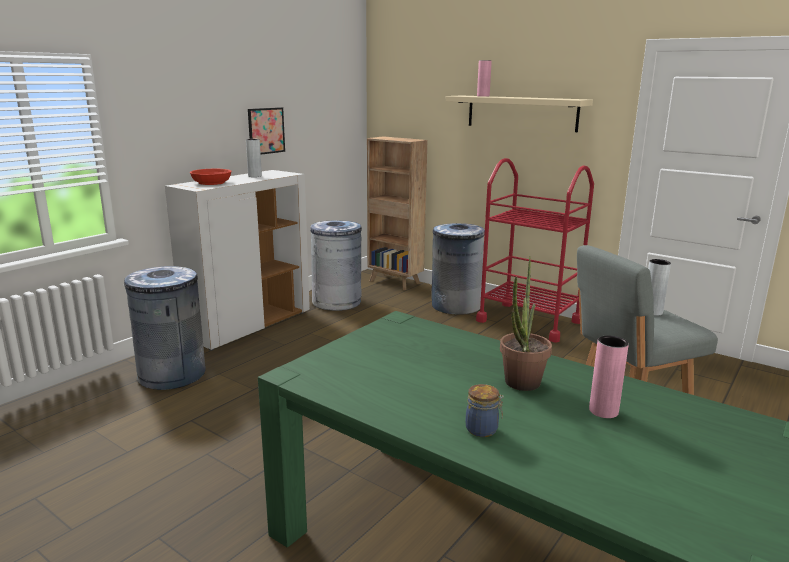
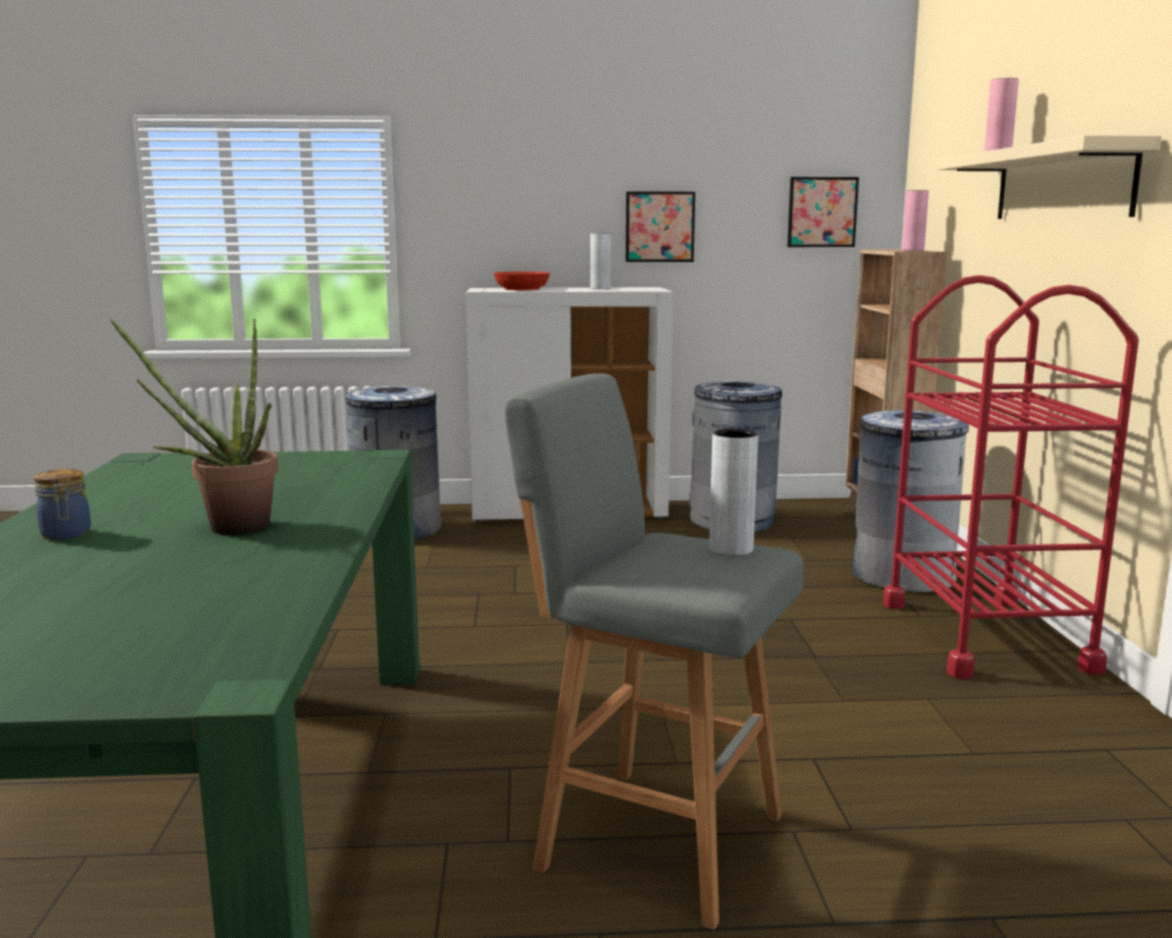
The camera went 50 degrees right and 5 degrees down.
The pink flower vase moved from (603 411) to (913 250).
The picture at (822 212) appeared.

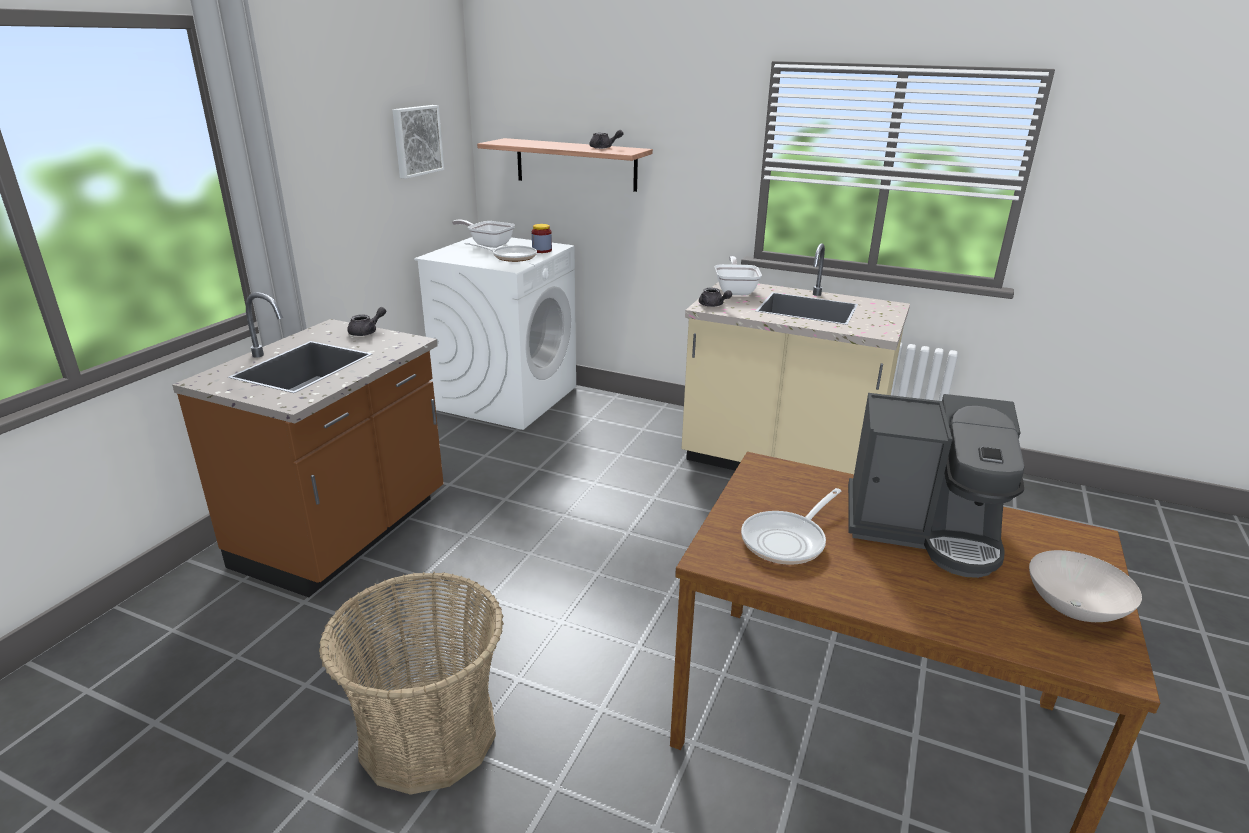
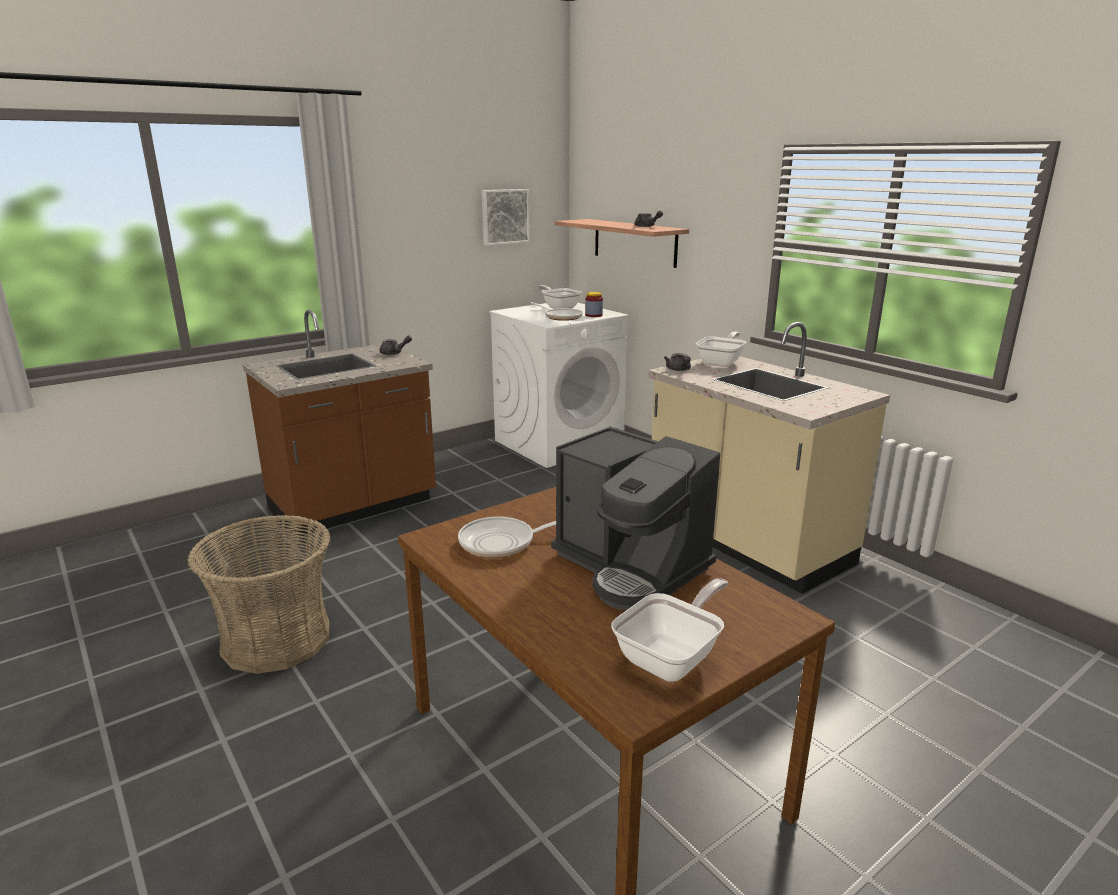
The camera went 30 degrees right and 5 degrees down.
The white serving bowl at (1075 609) was replaced by the pan at (673 657).

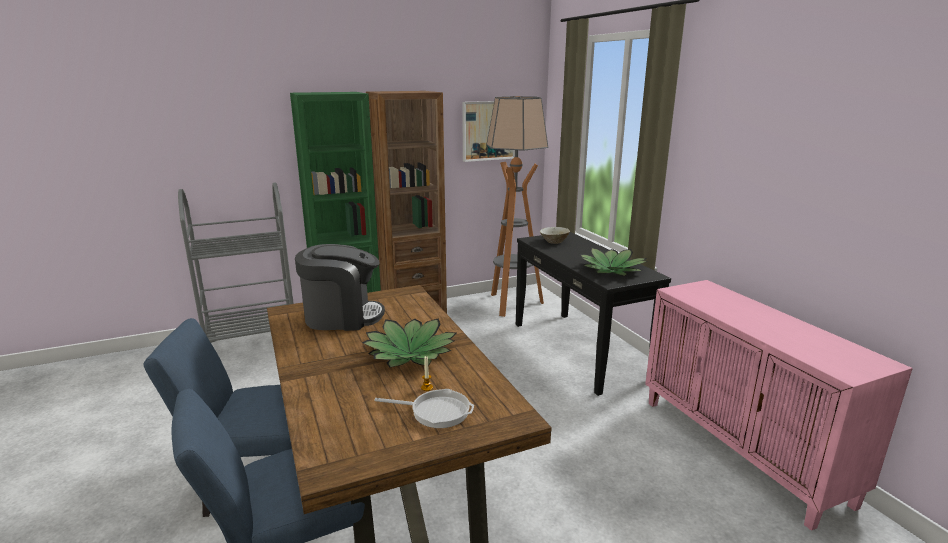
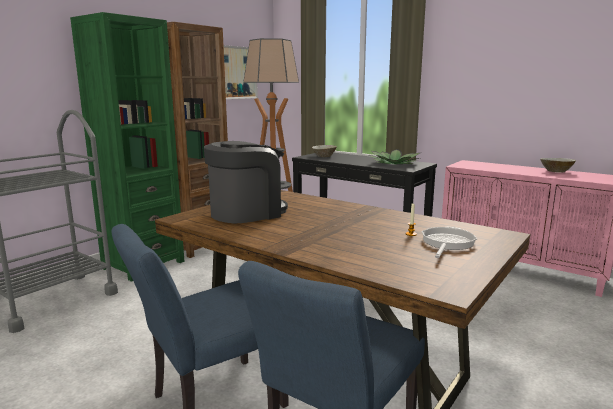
The camera went 30 degrees left and 5 degrees down.
The plant in a pot at (410 353) disappeared.
The pan at (436 411) turned 45 degrees counterclockwise.
The sand-coloured serving bowl at (556 171) appeared.

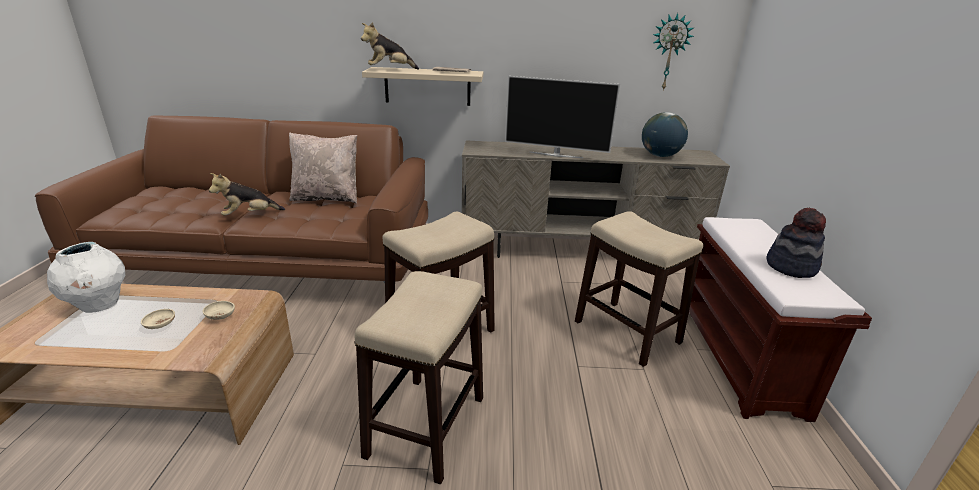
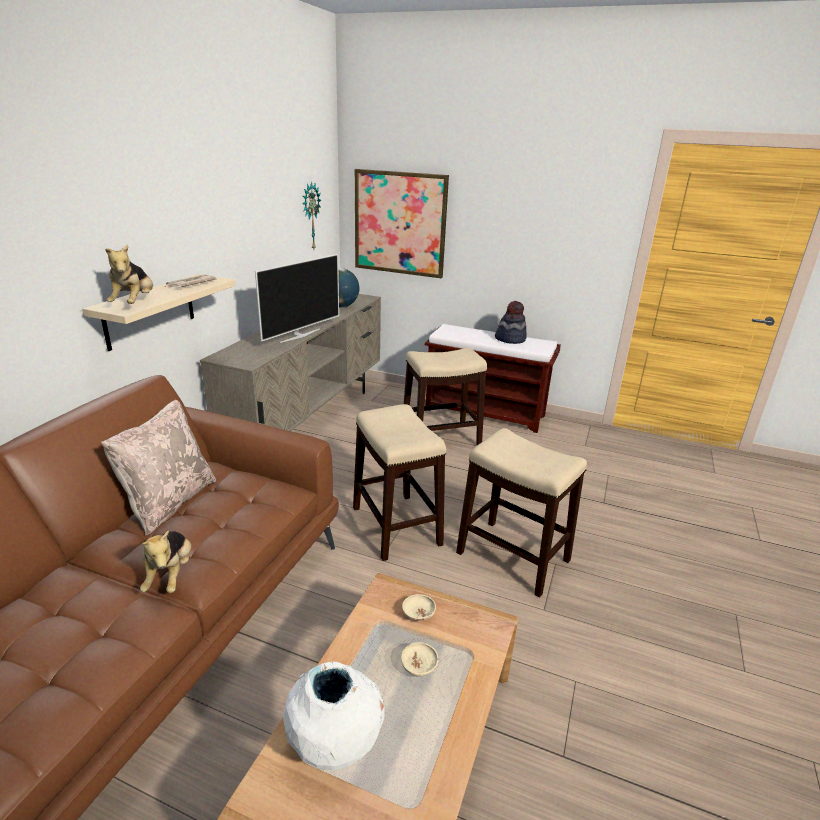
The camera went 70 degrees left and 0 degrees up.
The picture at (400 223) appeared.

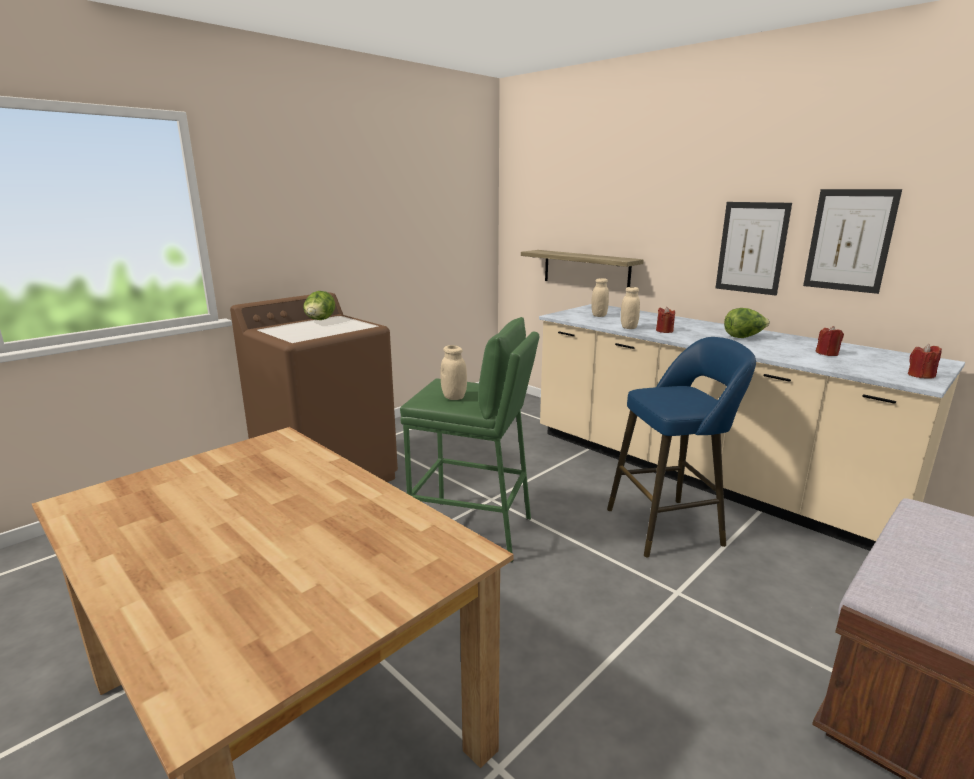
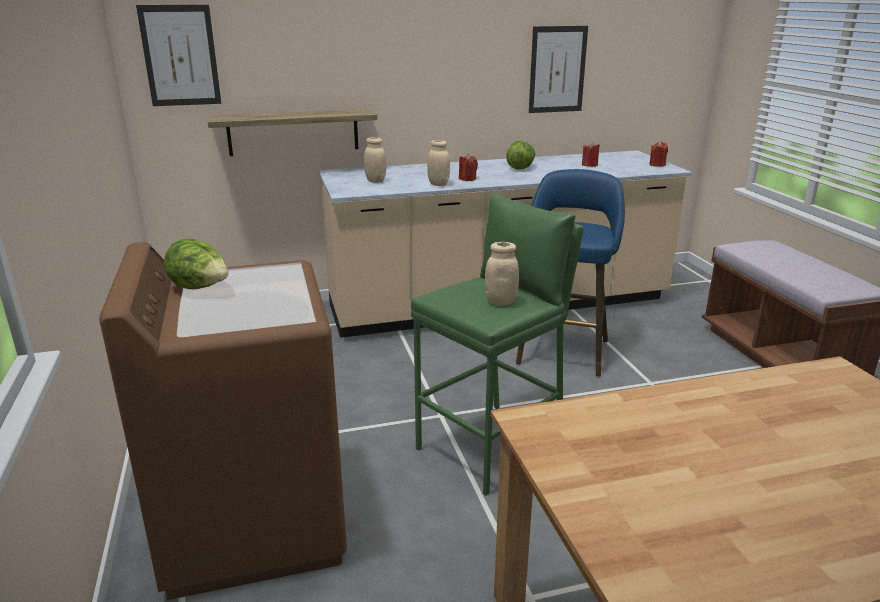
The camera went 60 degrees left and 5 degrees up.
The picture moved from (751 248) to (180 56).

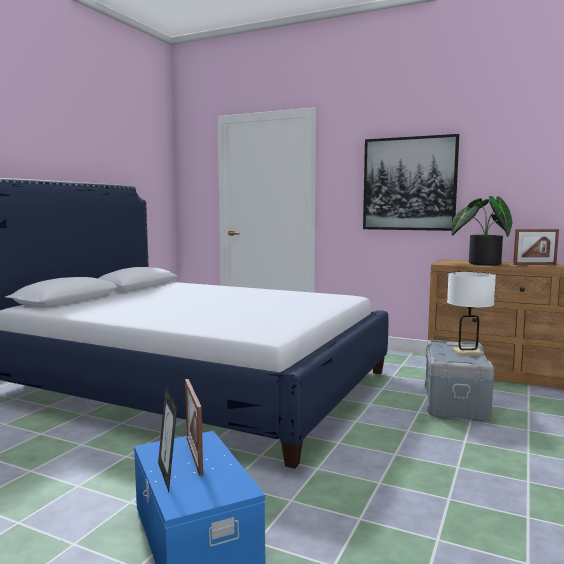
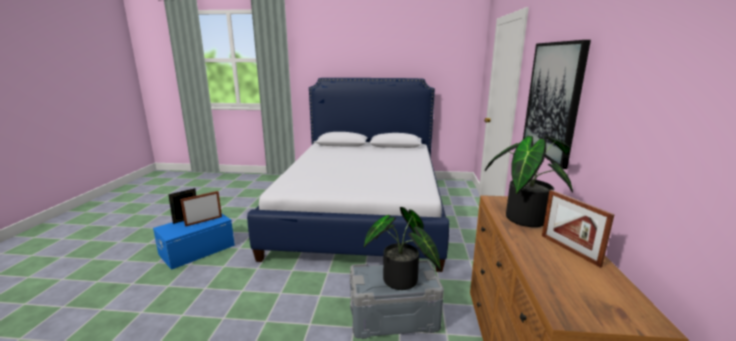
The camera went 70 degrees right and 10 degrees up.
The white tabletop lamp at (467 352) was replaced by the plant in a pot at (401 283).

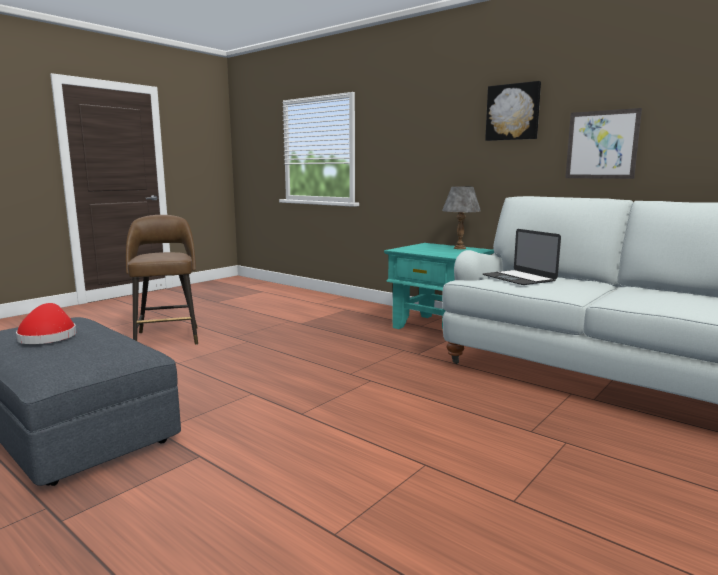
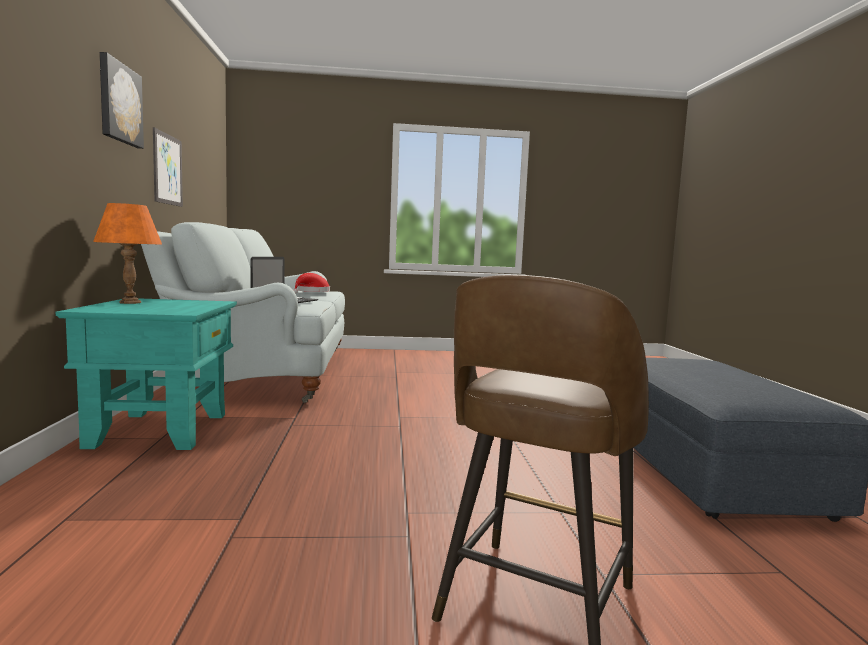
The camera went 135 degrees left and 5 degrees down.
The reddish hat moved from (48 336) to (312 292).
The grey tabletop lamp at (459 248) became the orange tabletop lamp at (130 302).

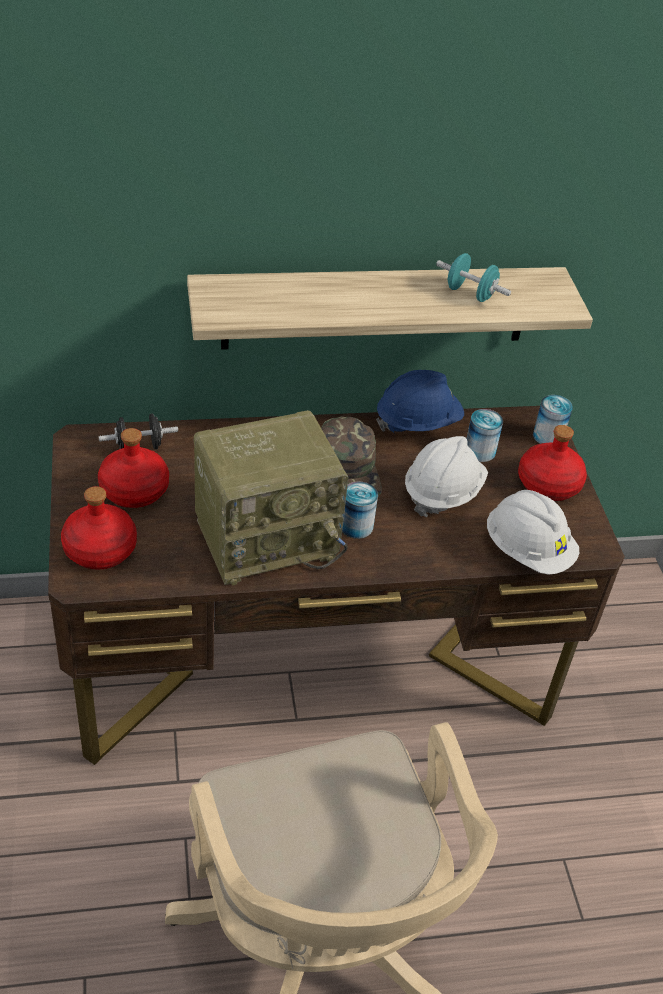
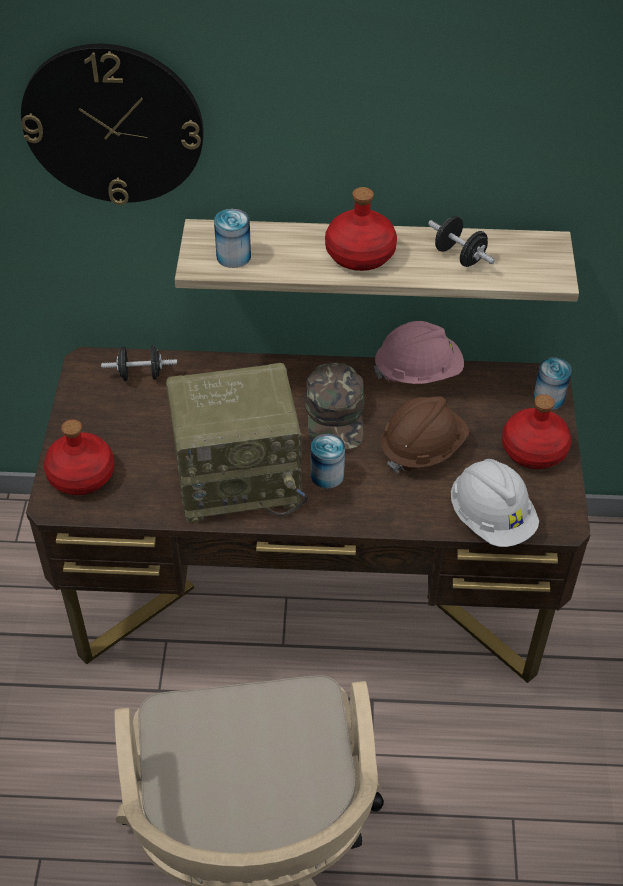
The camera went 15 degrees right and 5 degrees up.
The reddish drink bottle moved from (134 489) to (360 253).
The bluish hard hat at (417 422) became the pink hard hat at (418 372).
The white hard hat at (442 492) became the brownish hard hat at (422 448).
The turquoise-coloured hand weight at (470 293) became the blackish hand weight at (459 256).
The metal can moved from (480 451) to (233 256).
The clock on the wall at (113 124) appeared.

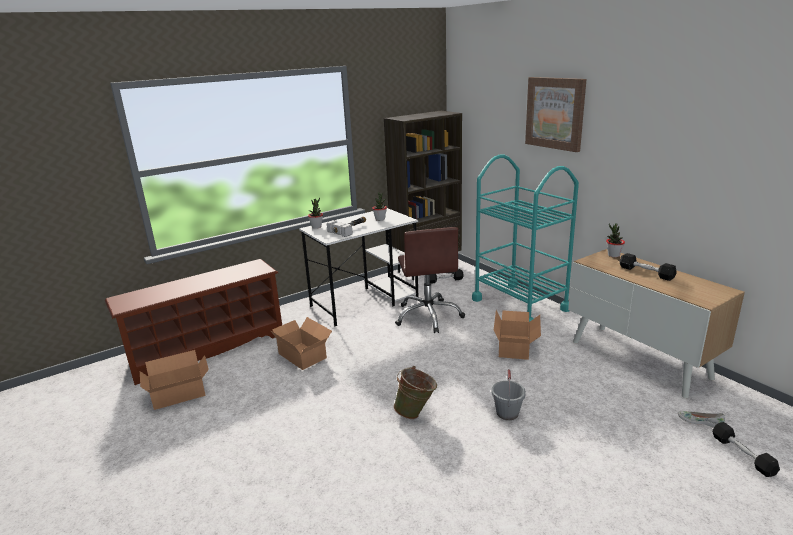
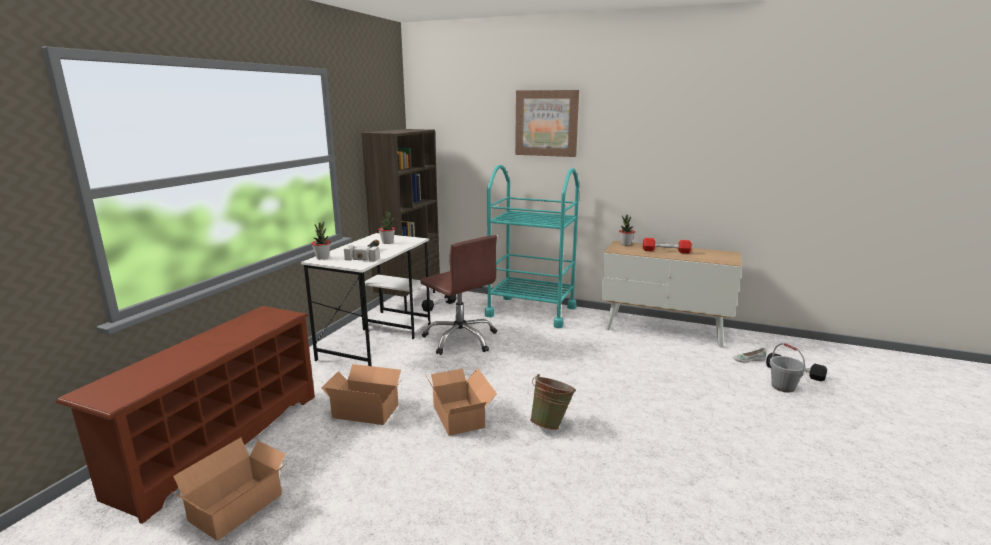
The camera went 35 degrees left and 5 degrees down.
The grey bucket moved from (507 413) to (783 387).
The cardboard box moved from (516 346) to (460 415).
The blackish hand weight at (646 272) became the reddish hand weight at (666 251).

